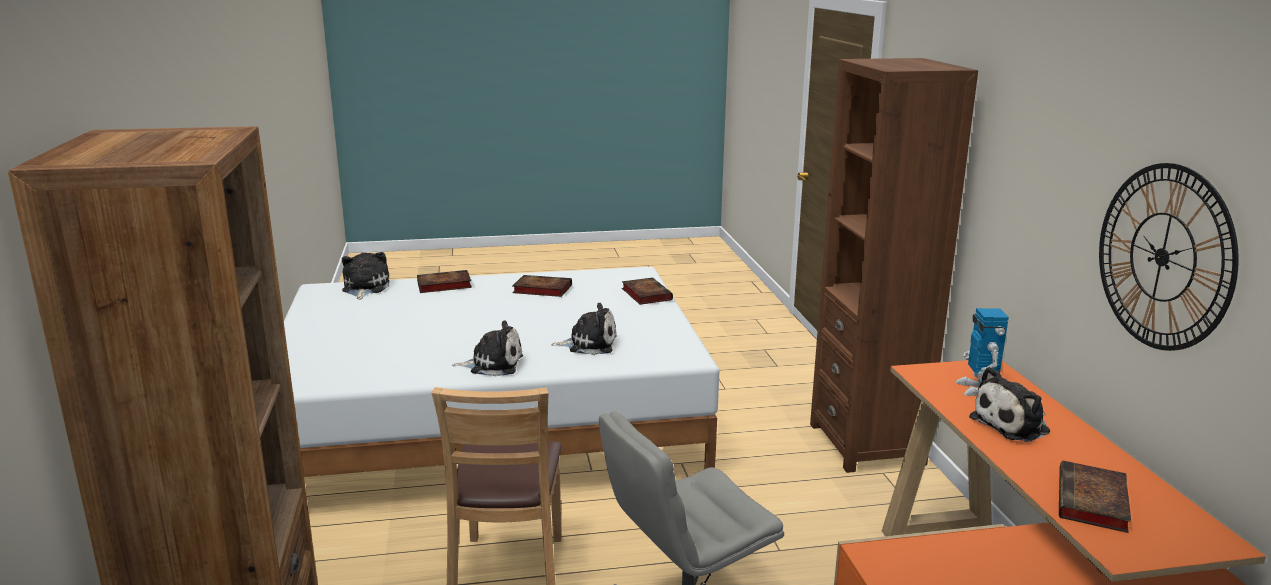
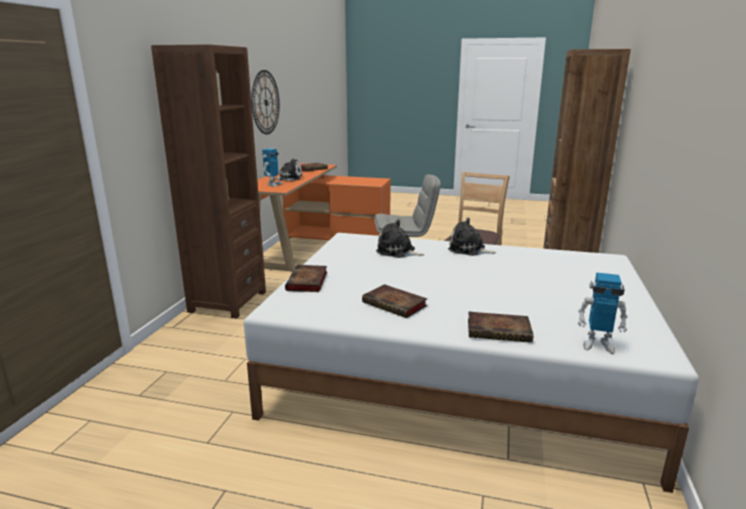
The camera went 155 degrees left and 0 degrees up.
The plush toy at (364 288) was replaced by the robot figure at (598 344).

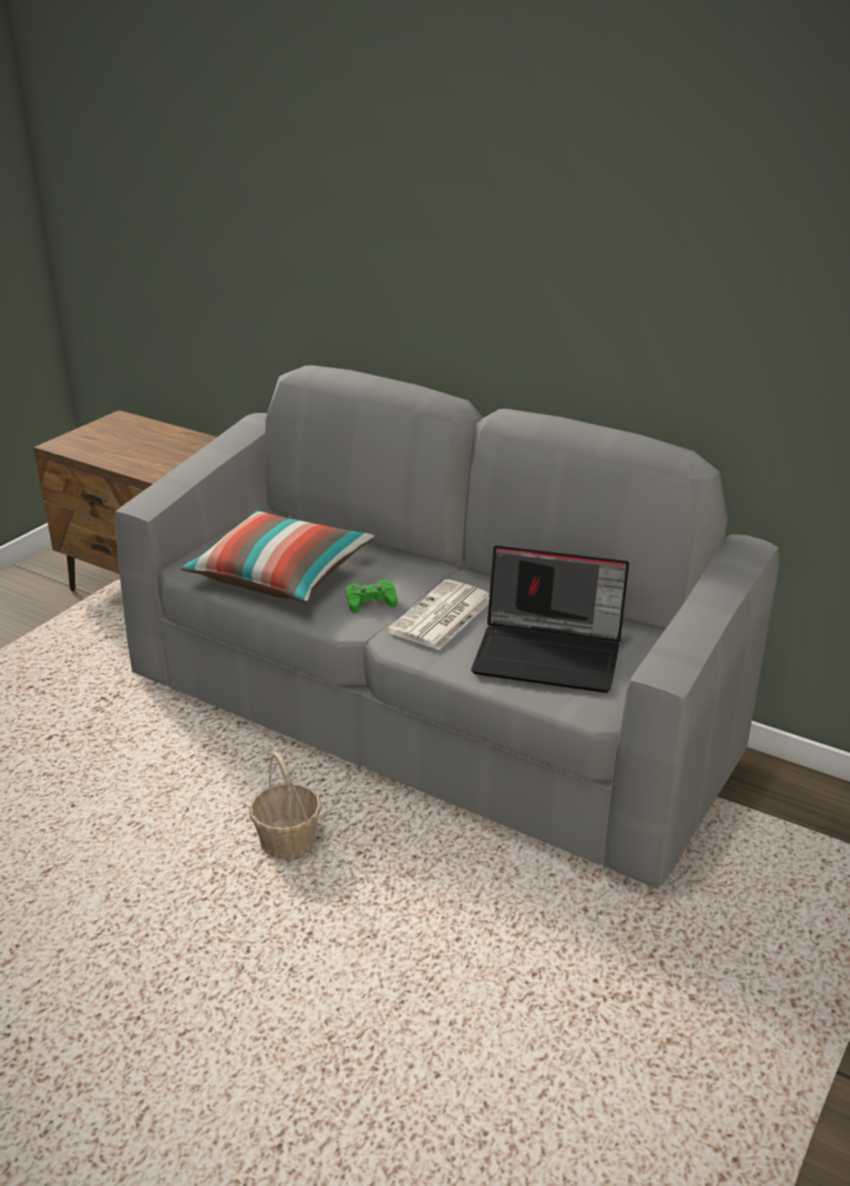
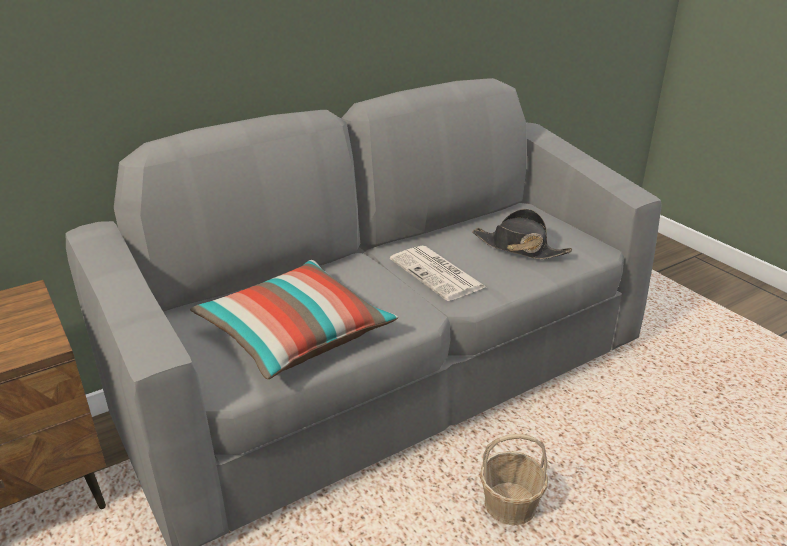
The camera went 65 degrees left and 0 degrees up.
The greenish joypad at (371 602) disappeared.
The notebook computer at (550 654) was replaced by the blackish hat at (519 247).

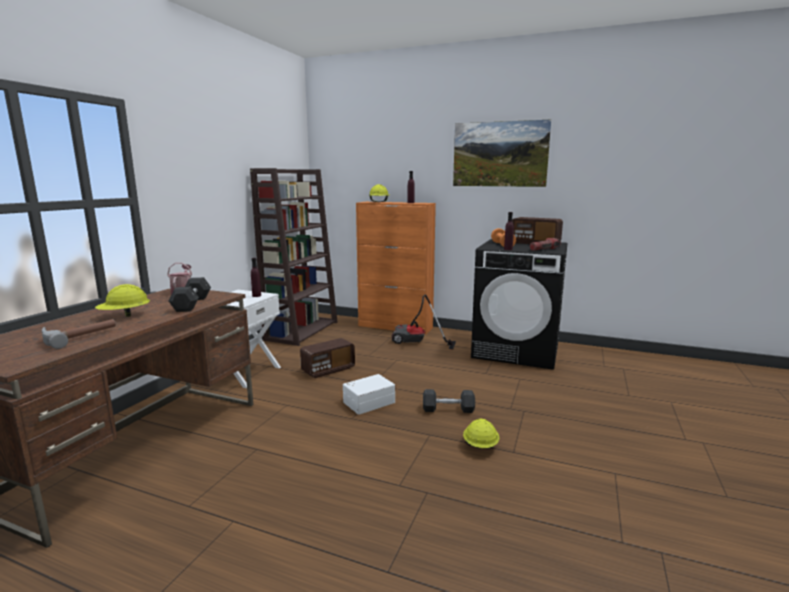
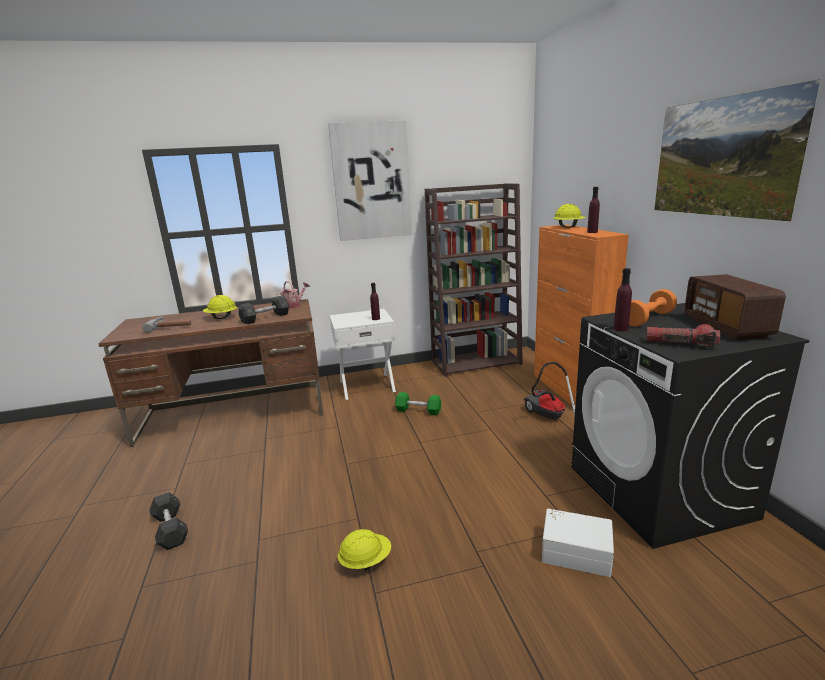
The camera went 55 degrees right and 5 degrees up.
The radio at (328 370) was replaced by the greenish hand weight at (418 410).
The white storage bin moved from (368 402) to (576 551).
The grey hand weight moved from (448 409) to (170 529).
The picture at (371 181) appeared.

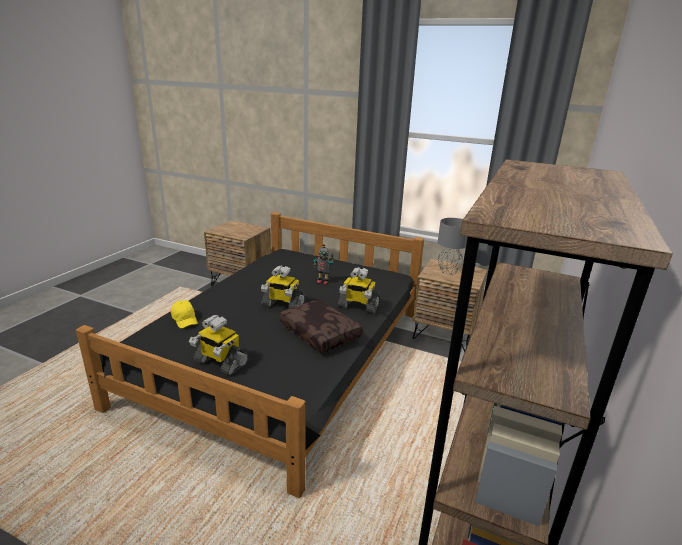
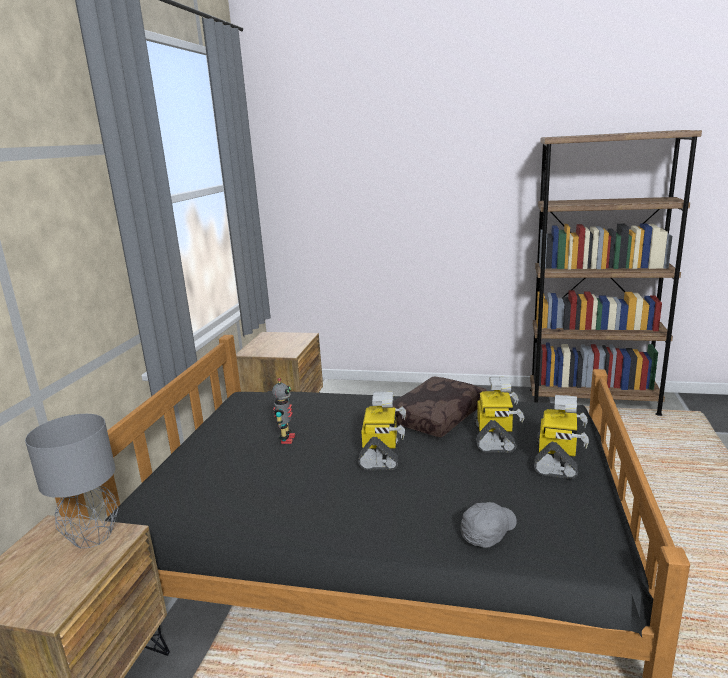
The camera went 100 degrees left and 5 degrees down.
The yellowish peaked cap at (185 319) became the grey peaked cap at (488 531).
The robot figure moved from (358 306) to (495 438).
The grey tabletop lamp moved from (448 271) to (91 537).

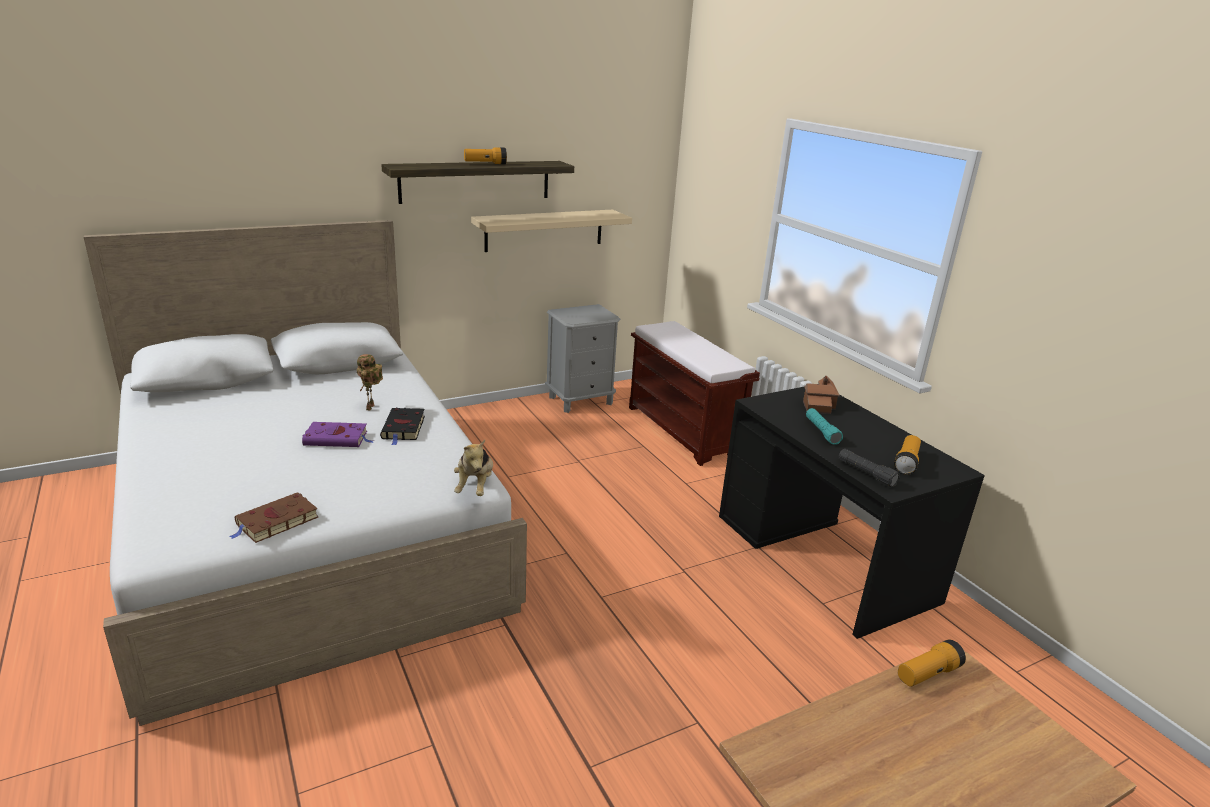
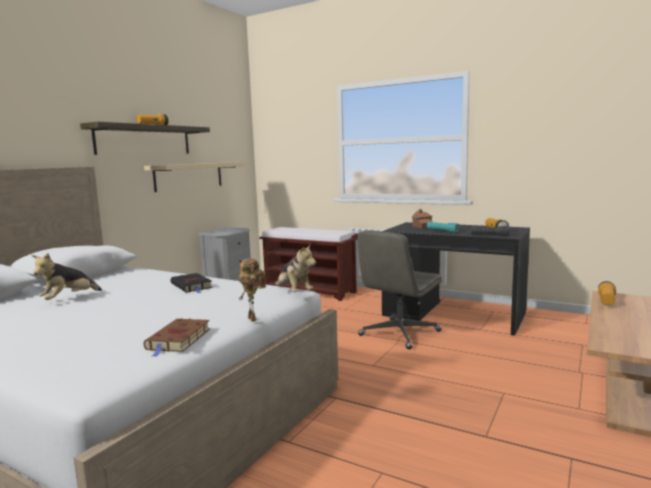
The camera went 30 degrees left and 15 degrees down.
The purple book at (338 438) disappeared.
The robot figure moved from (371 408) to (254 319).
The plush toy at (69 299) appeared.
The grey office chair at (399 334) appeared.

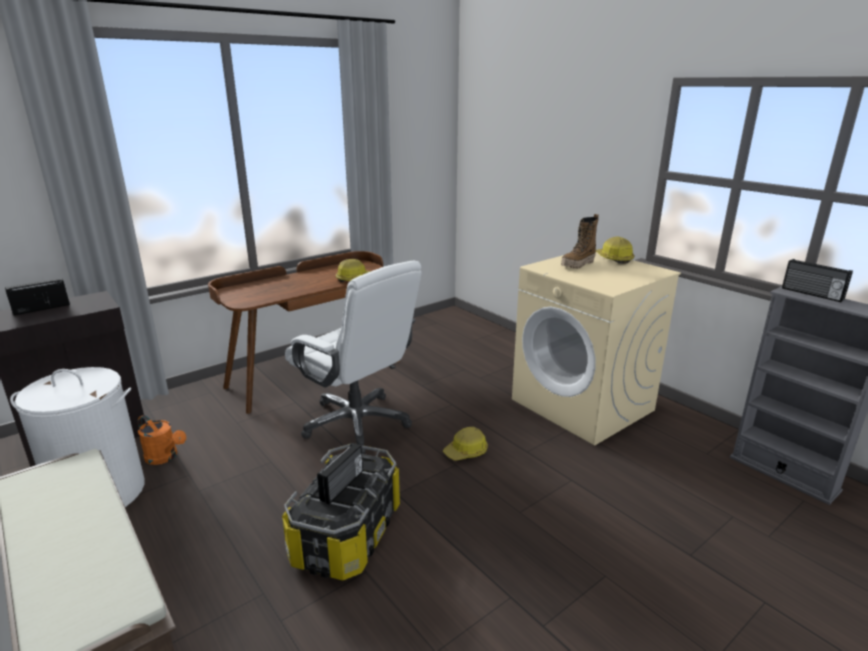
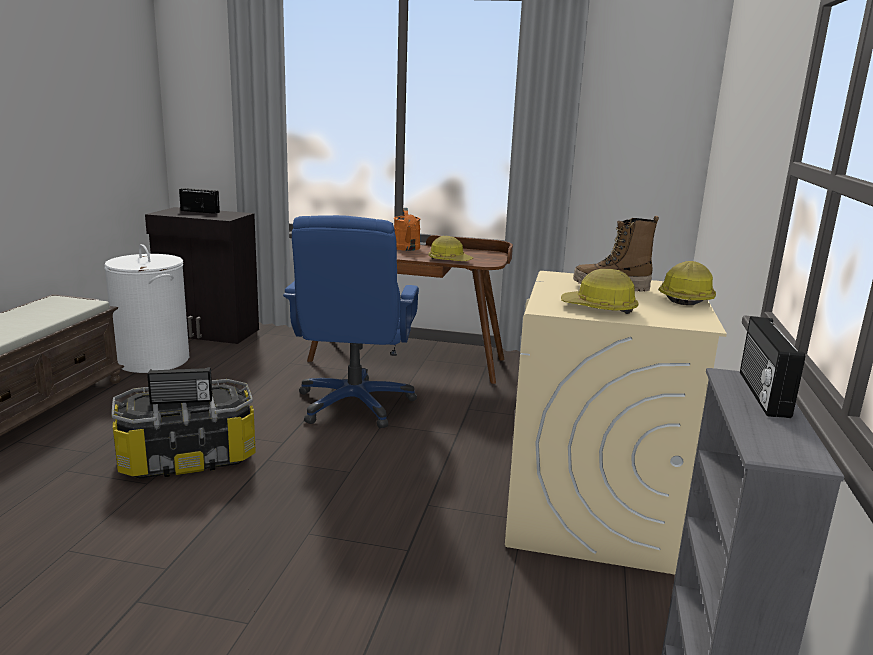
The camera went 50 degrees right and 5 degrees down.
The orange watering can moved from (165 457) to (407 249).
The white office chair at (357 423) became the bluish office chair at (354 404).
The hard hat moved from (466 452) to (599 308).

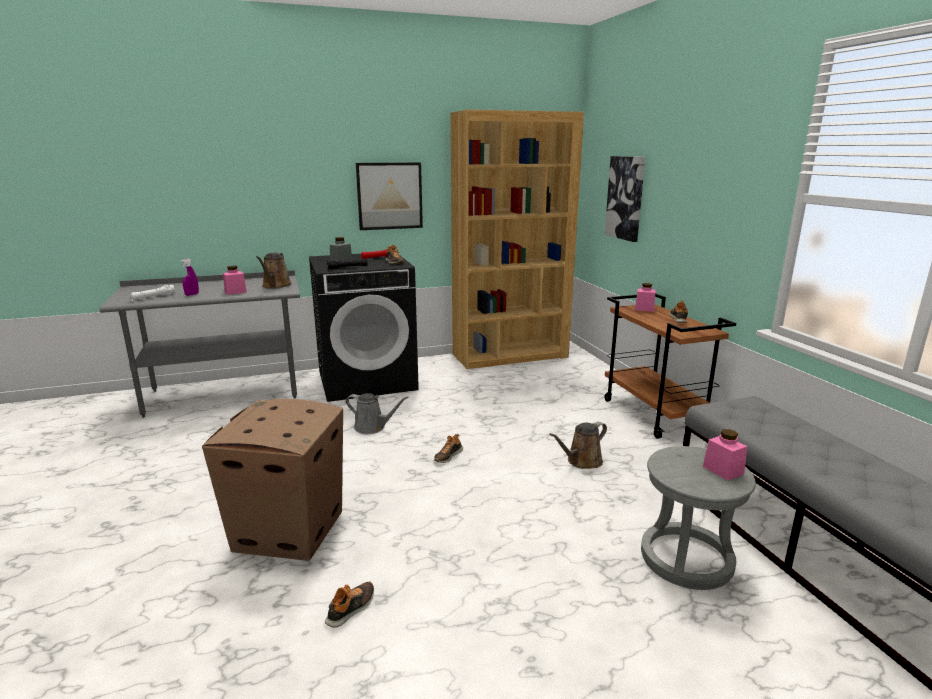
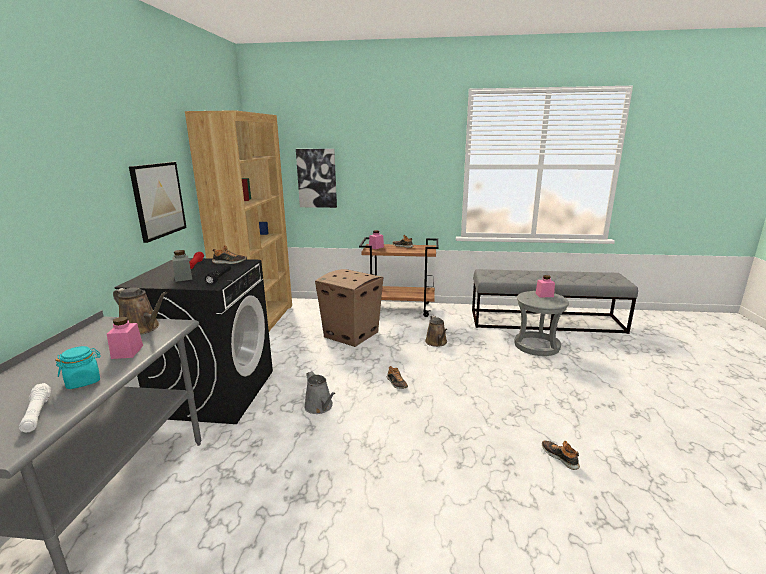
The camera went 65 degrees left and 0 degrees up.
The purple spray bottle at (192 294) was replaced by the turquoise-coloured jar at (84 381).
The cardboard box moved from (288 531) to (352 334).
The grey watering can at (372 427) turned 105 degrees clockwise.

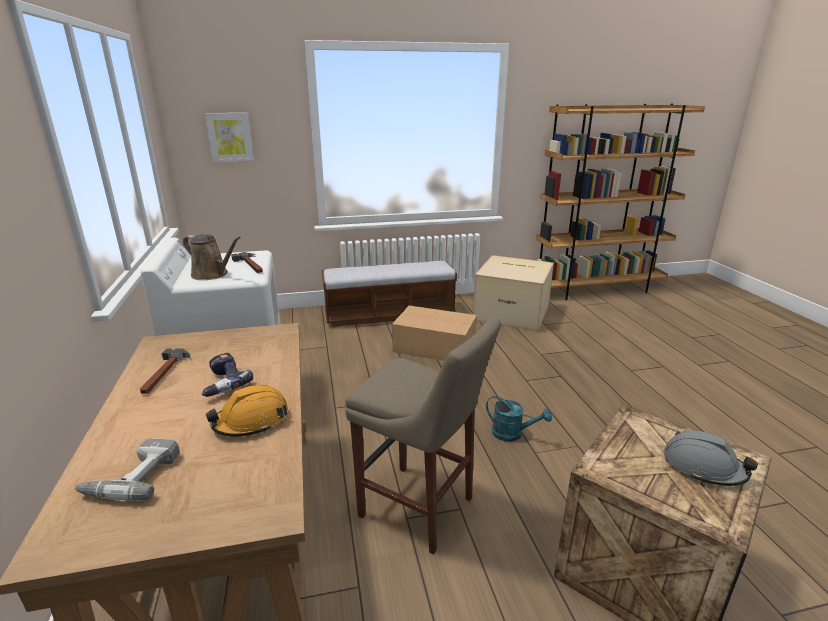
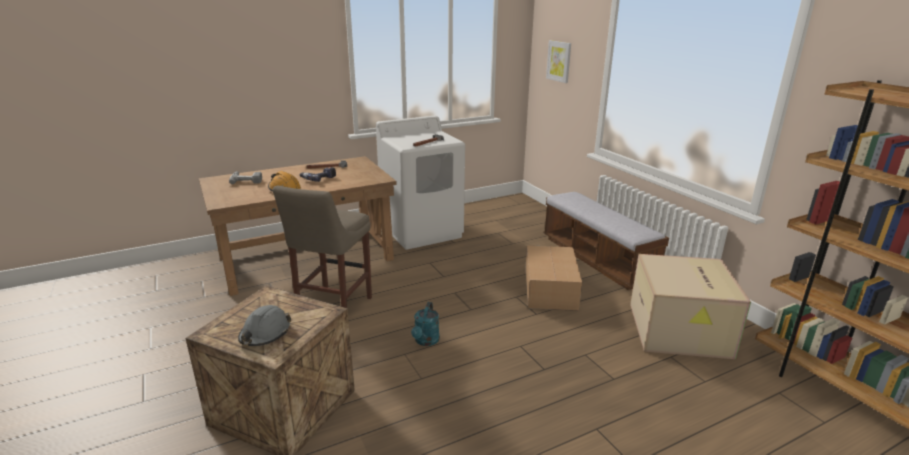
The camera went 75 degrees right and 0 degrees up.
The brownish watering can at (212 274) disappeared.

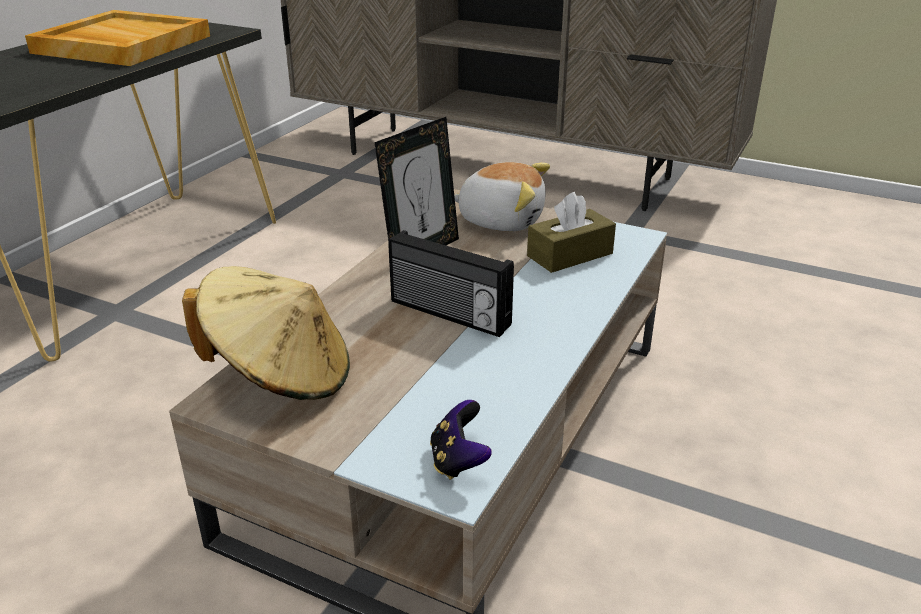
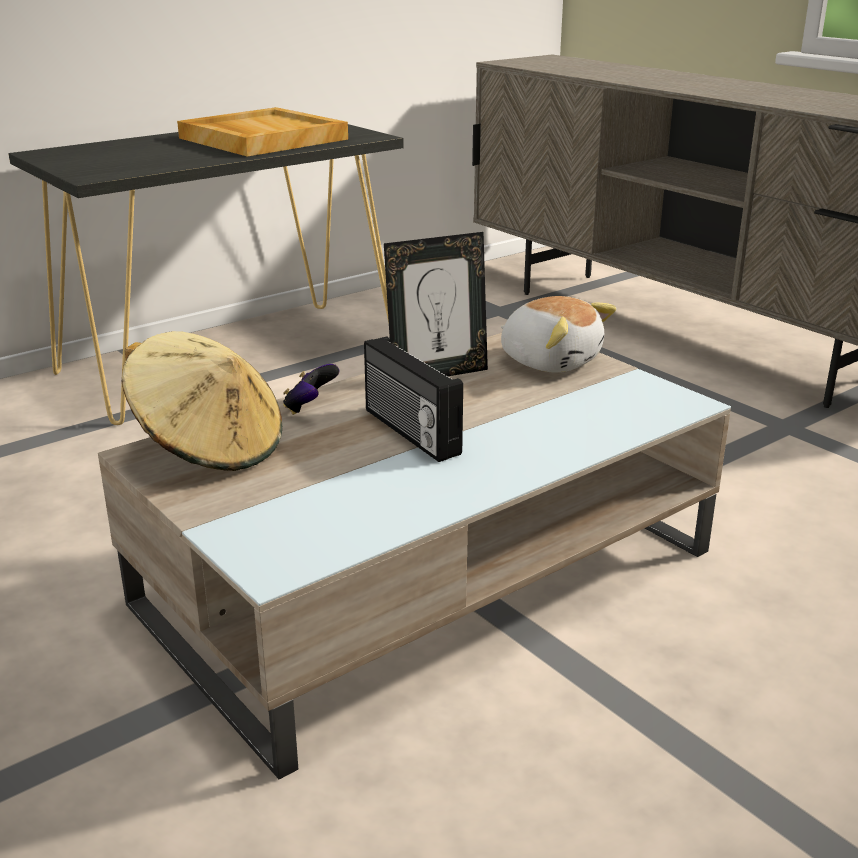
The camera went 25 degrees right and 5 degrees down.
The joypad moved from (458 461) to (310 408).
The brownish tissue holder at (570 255) disappeared.

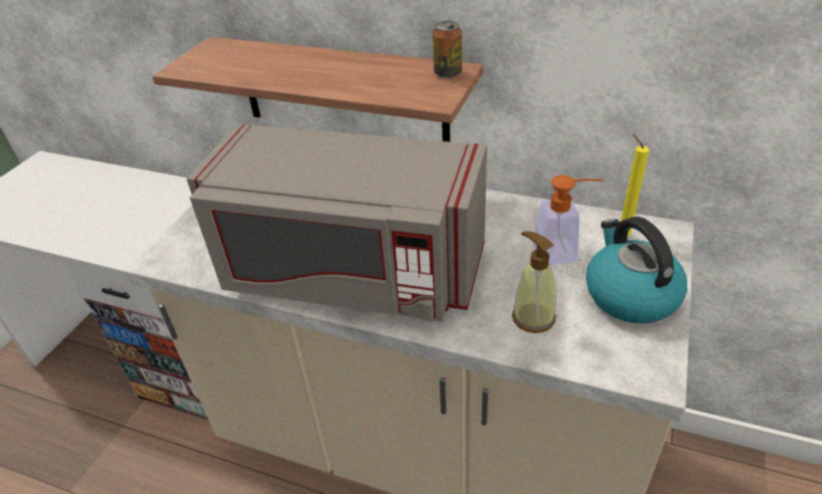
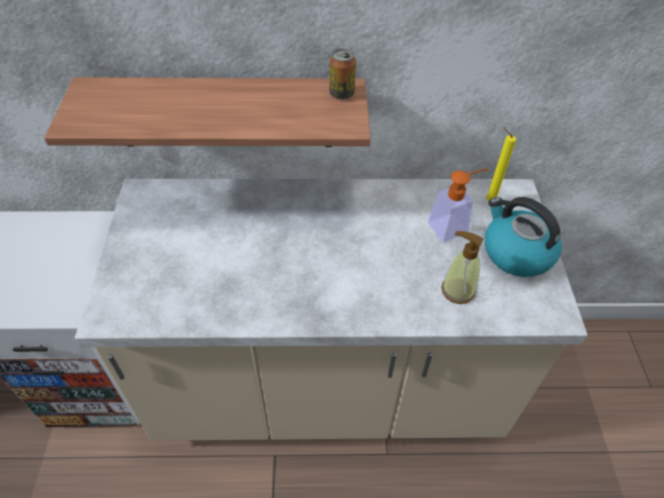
The camera went 25 degrees left and 10 degrees up.
The grey microwave at (350 272) disappeared.

